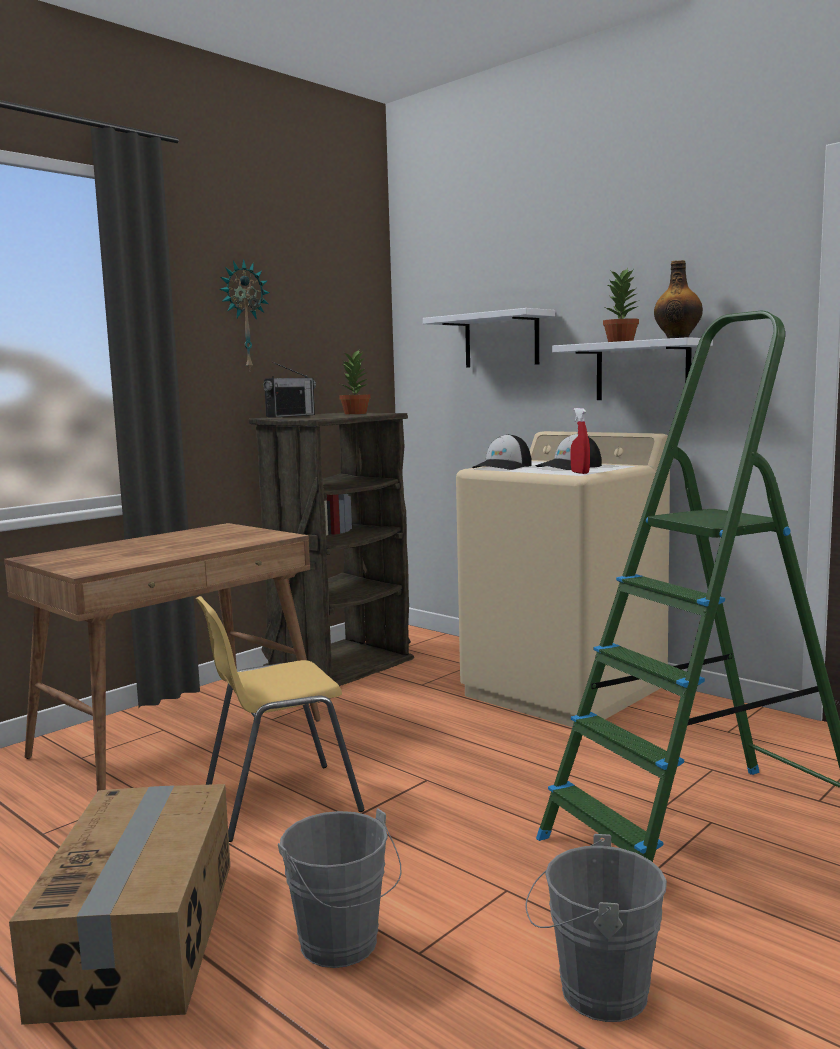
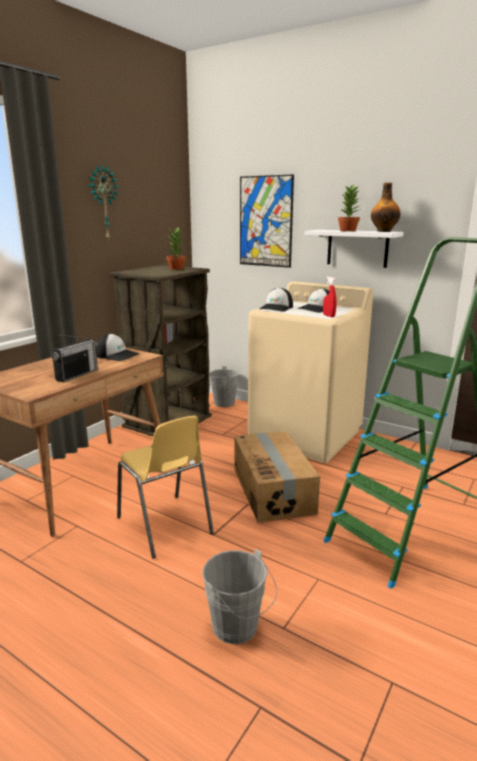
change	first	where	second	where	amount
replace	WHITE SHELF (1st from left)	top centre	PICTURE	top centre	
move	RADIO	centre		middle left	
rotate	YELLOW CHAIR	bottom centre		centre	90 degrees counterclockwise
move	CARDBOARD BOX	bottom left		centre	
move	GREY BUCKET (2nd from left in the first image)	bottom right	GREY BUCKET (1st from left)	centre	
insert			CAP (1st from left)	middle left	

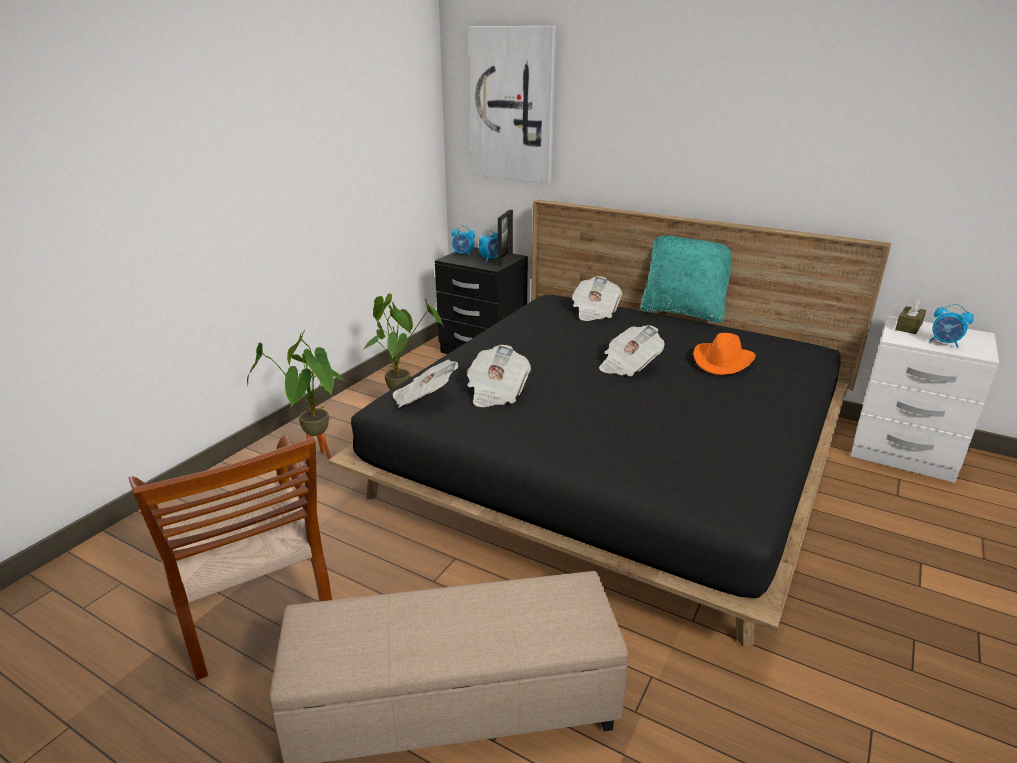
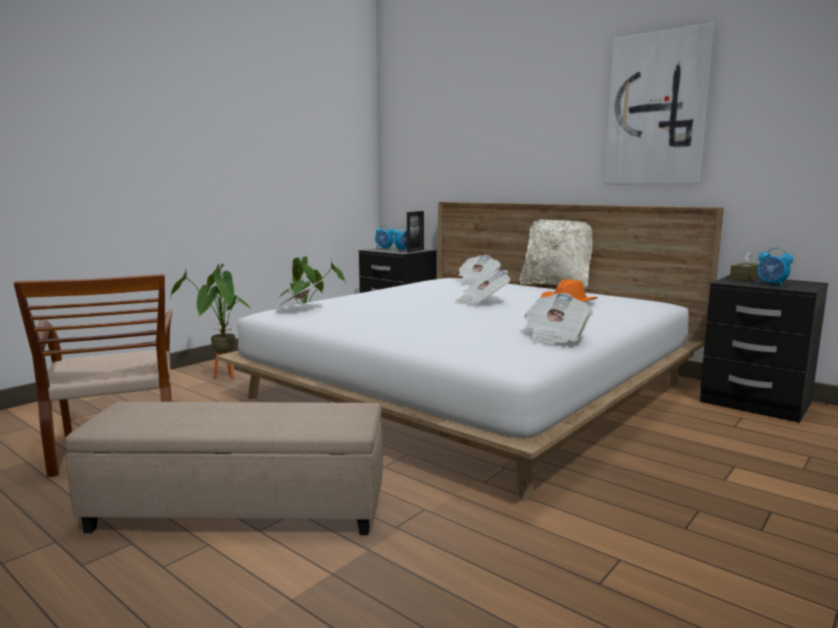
change	first	where	second	where	amount
move	PICTURE	top centre		top right	
recolor	BLACK BED	centre	WHITE BED	centre	
recolor	TURQUOISE PILLOW	middle right	BEIGE PILLOW	centre	
recolor	WHITE NIGHTSTAND	middle right	BLACK NIGHTSTAND (2nd from left)	middle right	
move	NEWSPAPER (2nd from left in the first image)	centre	NEWSPAPER (4th from left)	middle right	

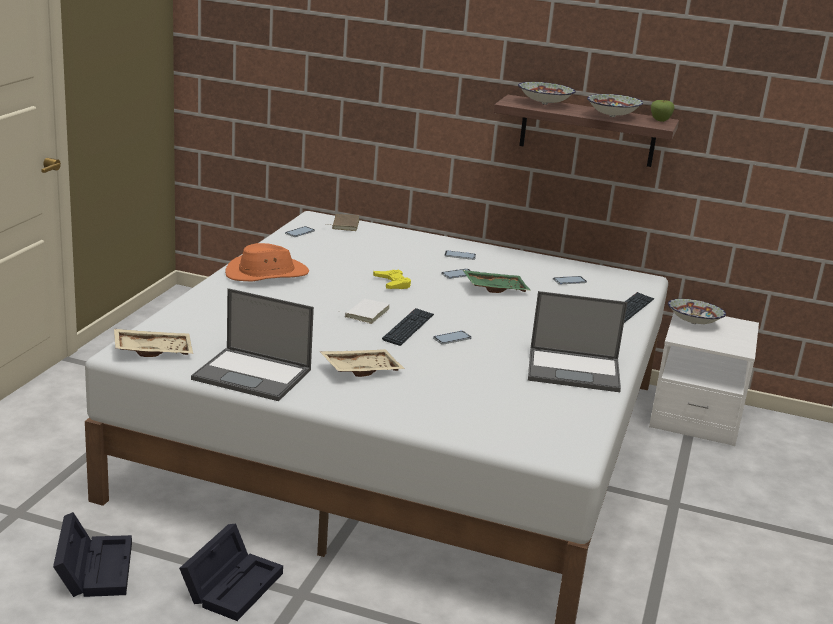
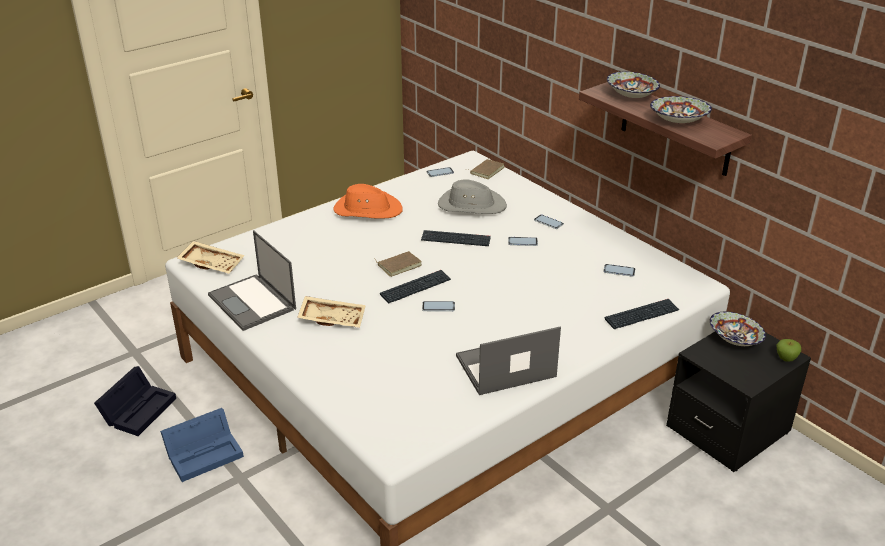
change	first	where	second	where	amount
move	APPLE	top right		middle right	
replace	YELLOW GAME CONTROLLER	centre	KEYBOARD (2nd from left)	centre	
delete	GREEN TRAY	centre			
rotate	LAPTOP (2nd from left)	middle right		centre	120 degrees clockwise
recolor	WHITE BOOK	centre	BROWN BOOK (1st from left)	centre	
recolor	WHITE NIGHTSTAND	middle right	BLACK NIGHTSTAND	bottom right	
recolor	BLACK STORAGE BOX (2nd from left)	bottom left	BLUE STORAGE BOX	bottom left	
insert			GREY HAT	centre	

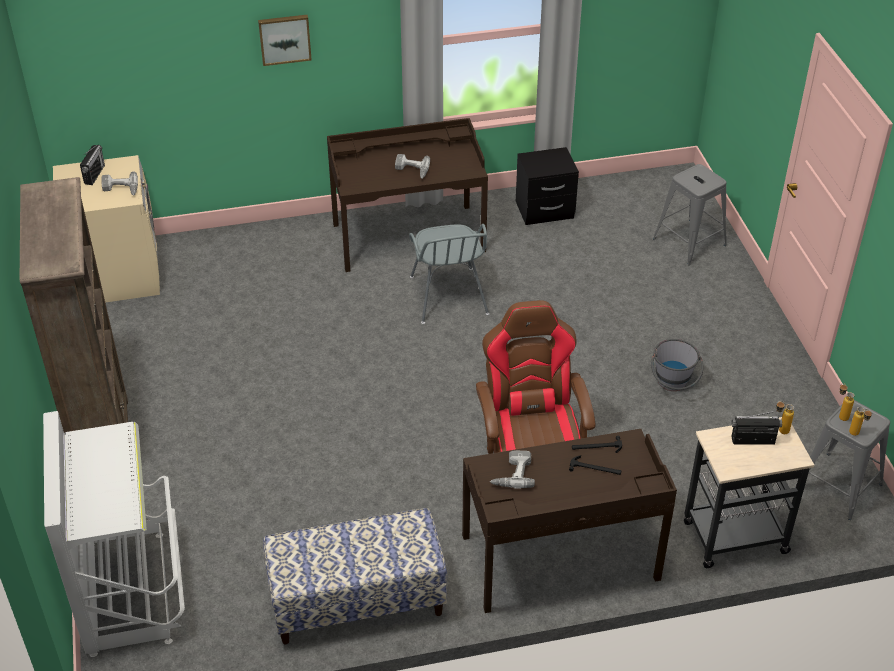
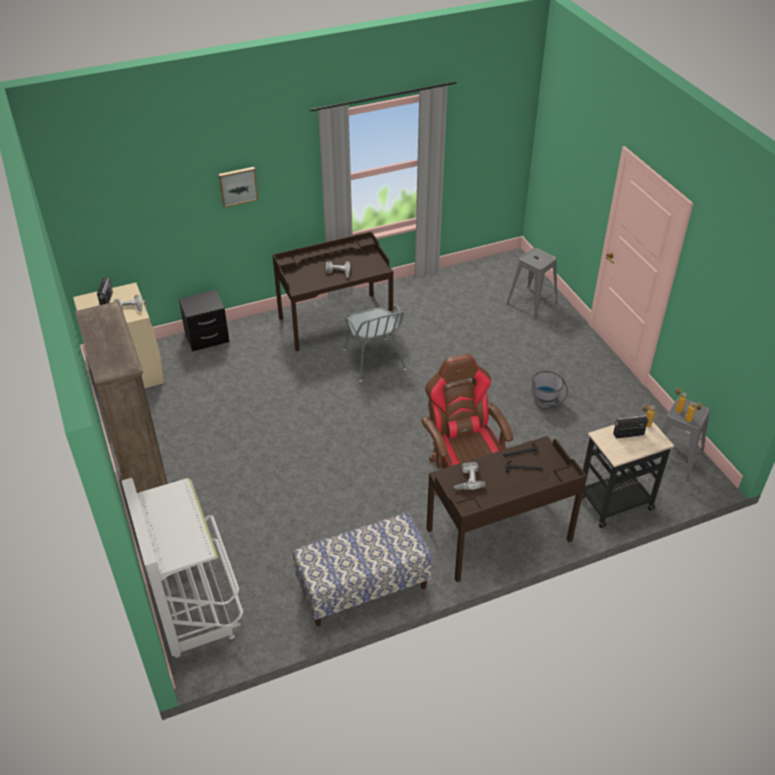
change	first	where	second	where	amount
move	BLACK NIGHTSTAND	top centre		middle left	

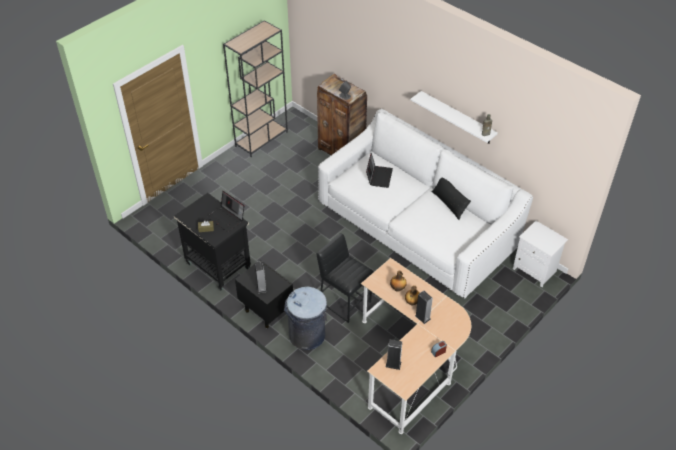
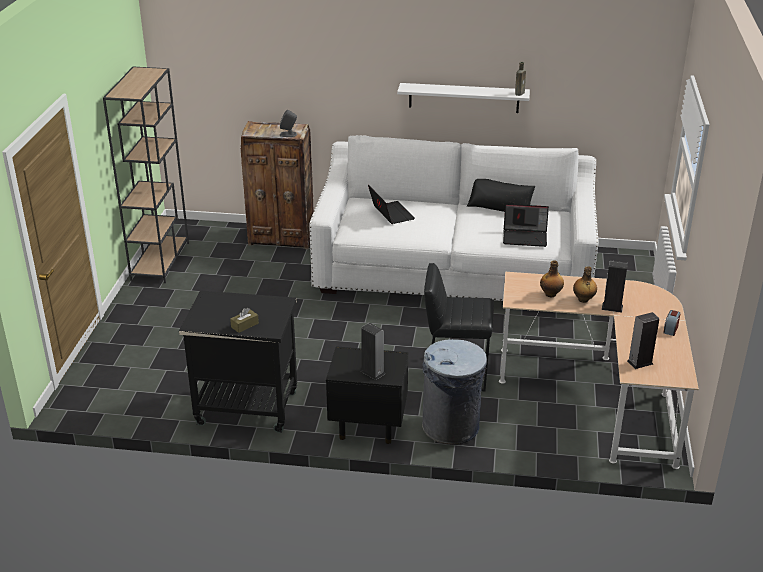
change	first	where	second	where	amount
move	LAPTOP (1st from left in the first image)	middle left	LAPTOP (2nd from left)	middle right	
delete	WHITE NIGHTSTAND	middle right			

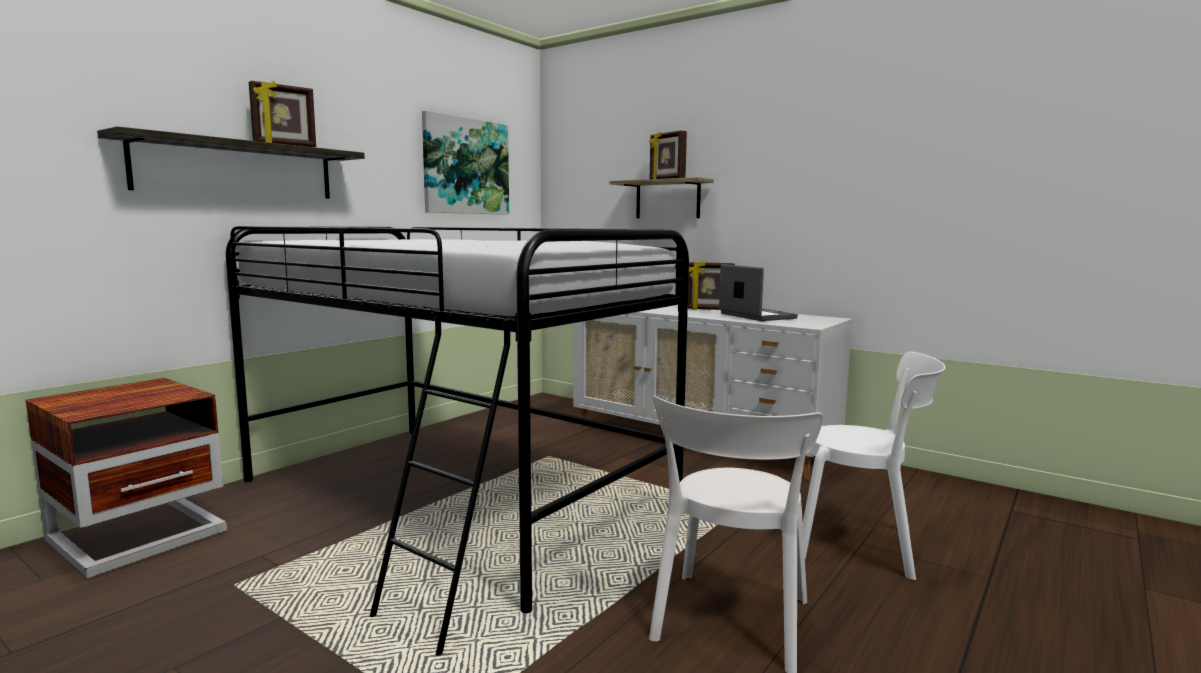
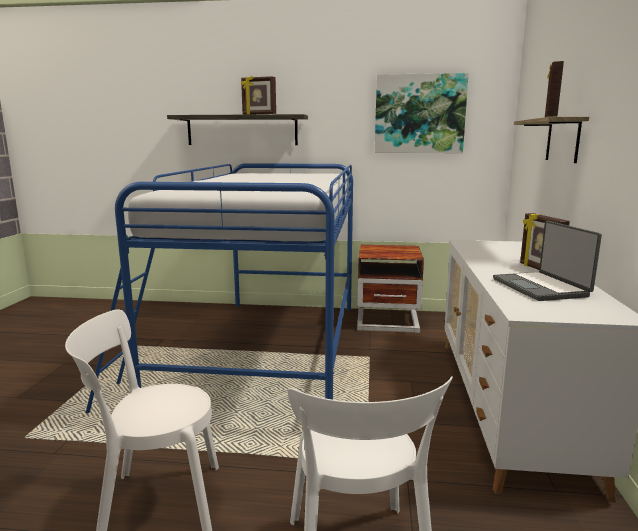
change	first	where	second	where	amount
recolor	BLACK BED	centre	BLUE BED	centre	
rotate	LAPTOP	centre		middle right	135 degrees clockwise
move	NIGHTSTAND	bottom left		centre	

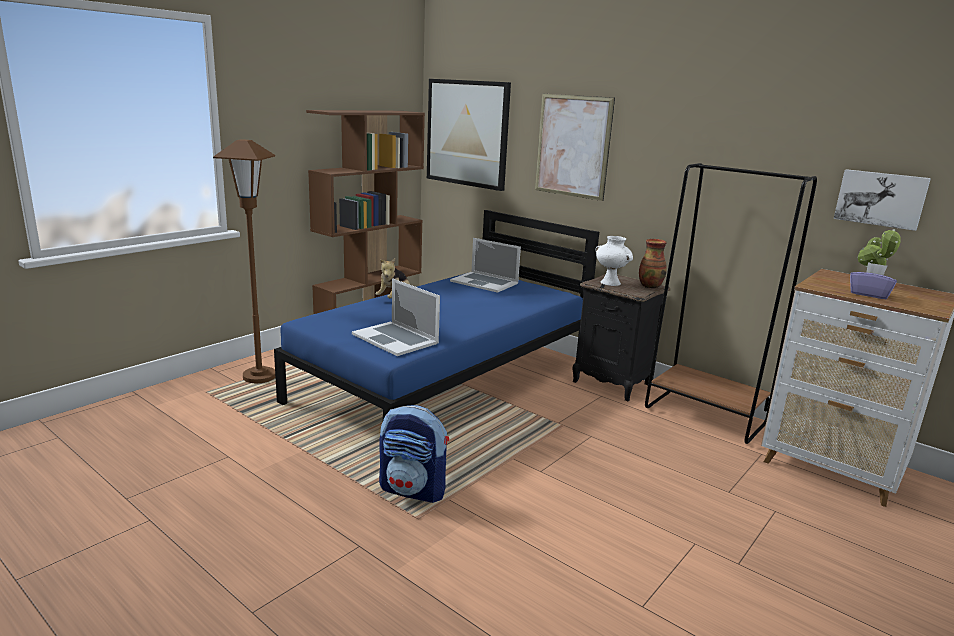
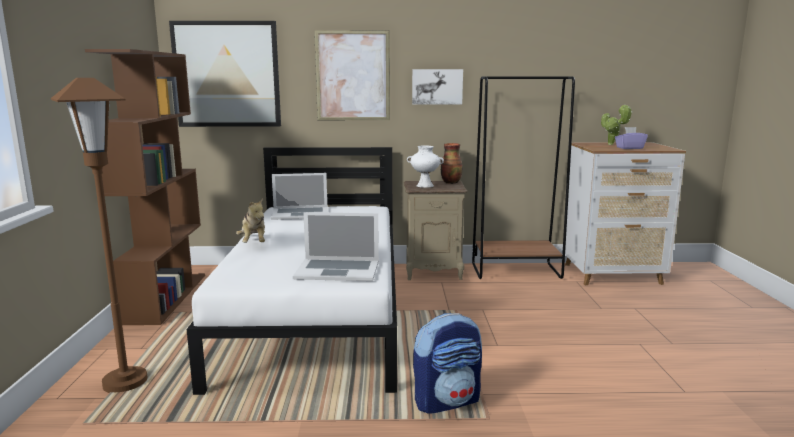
change	first	where	second	where	amount
move	PICTURE (3rd from left)	top right		top centre	
recolor	BLUE BED	centre	WHITE BED	centre	
recolor	BLACK NIGHTSTAND	centre	BEIGE NIGHTSTAND	centre	

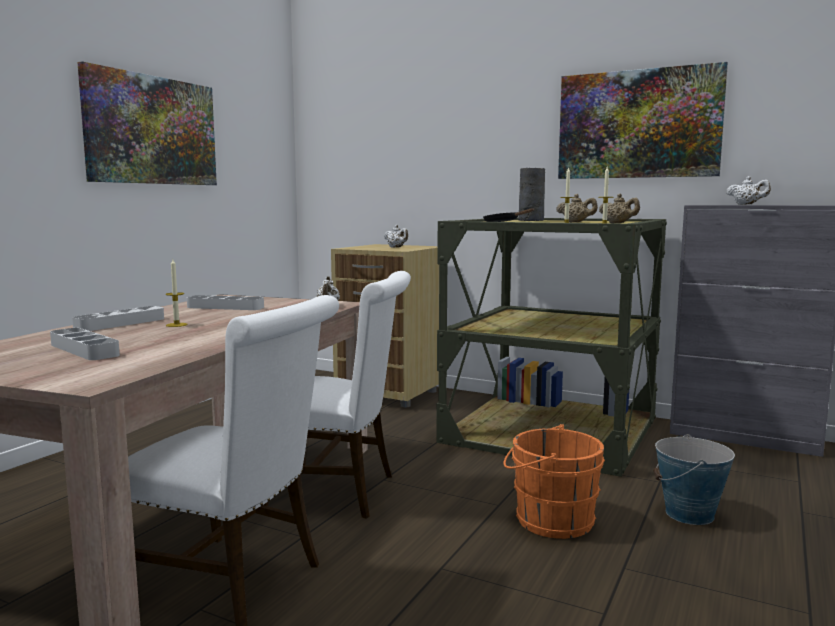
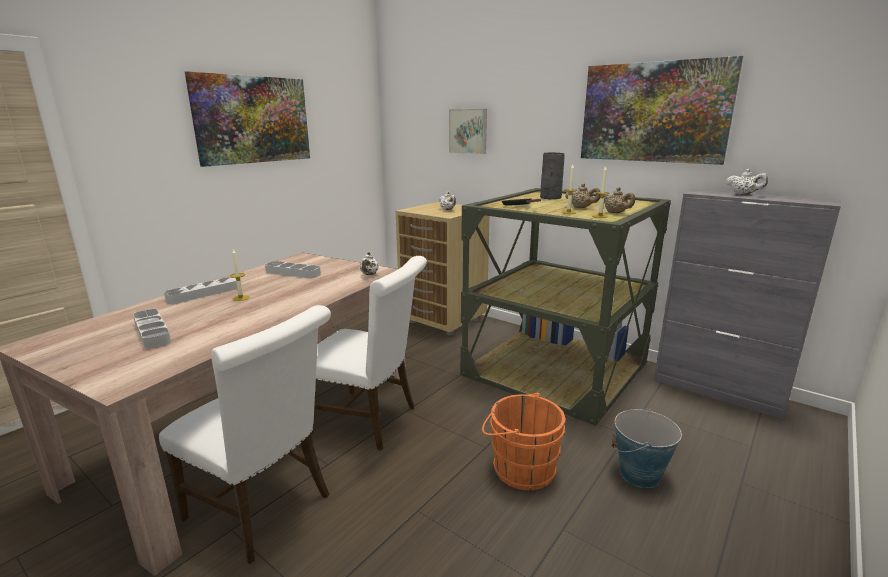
change	first	where	second	where	amount
insert			PICTURE (2nd from left)	top centre	

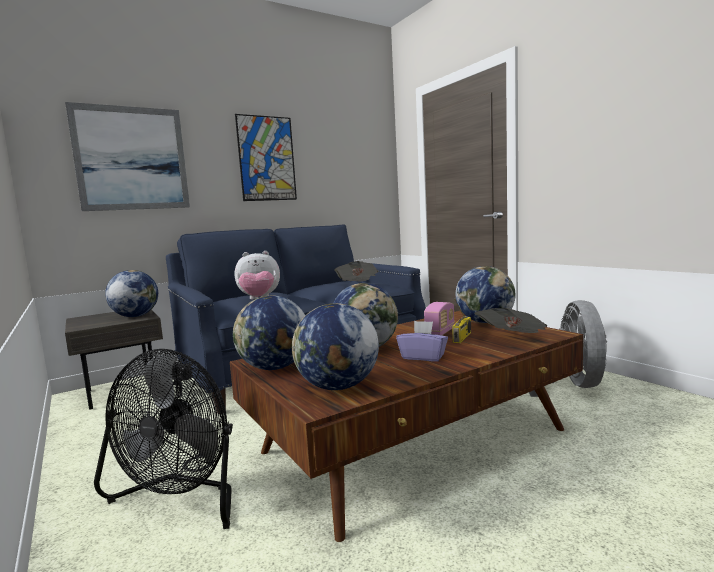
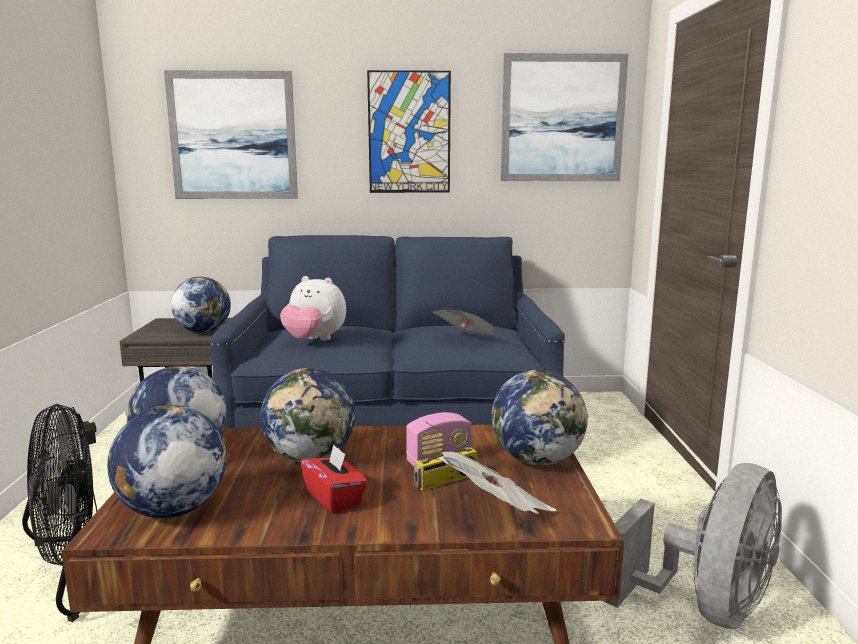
change	first	where	second	where	amount
recolor	PURPLE TISSUE BOX	centre	RED TISSUE BOX	bottom centre	
insert			PICTURE (3rd from left)	top centre	

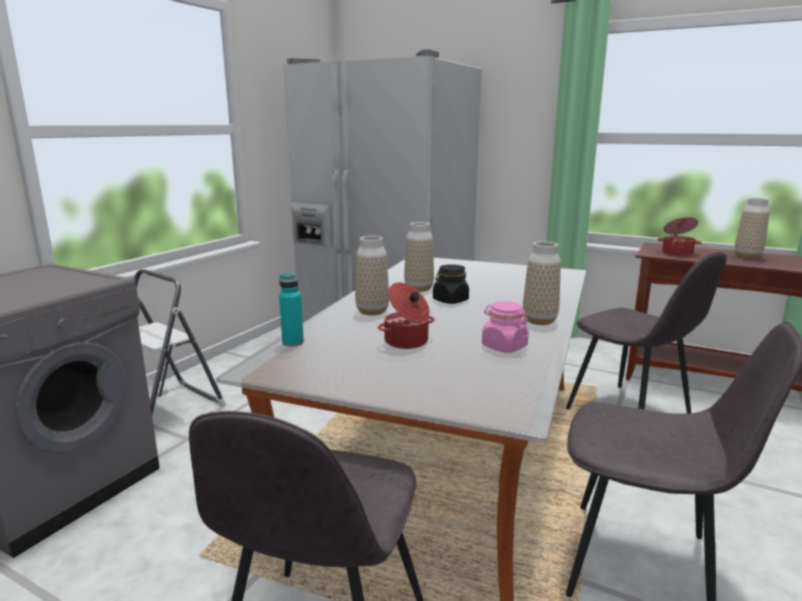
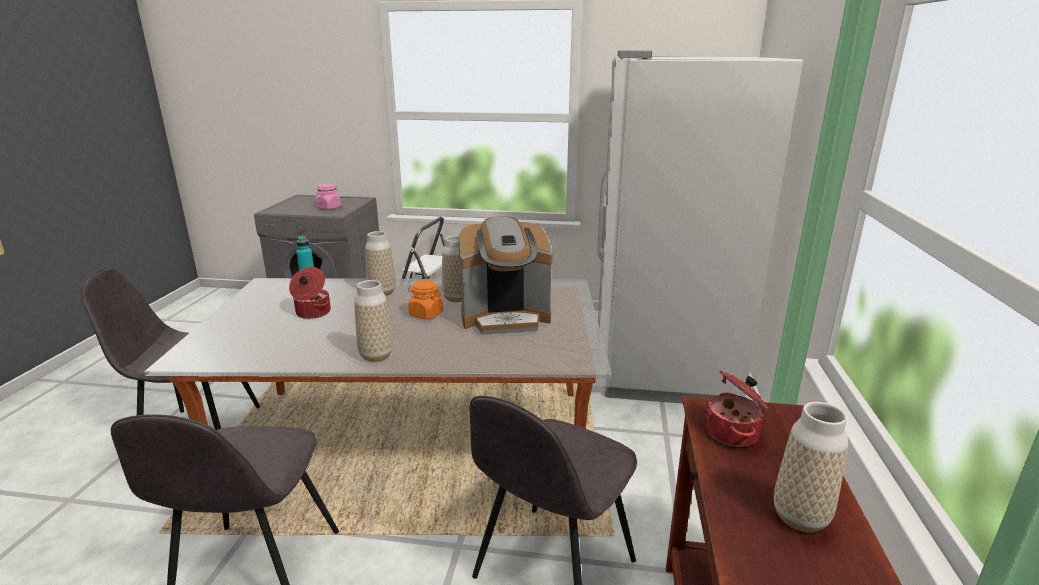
change	first	where	second	where	amount
recolor	BLACK JAR	centre	ORANGE JAR	centre	
move	PINK JAR	centre		middle left	
insert			COFFEE MACHINE	centre	

